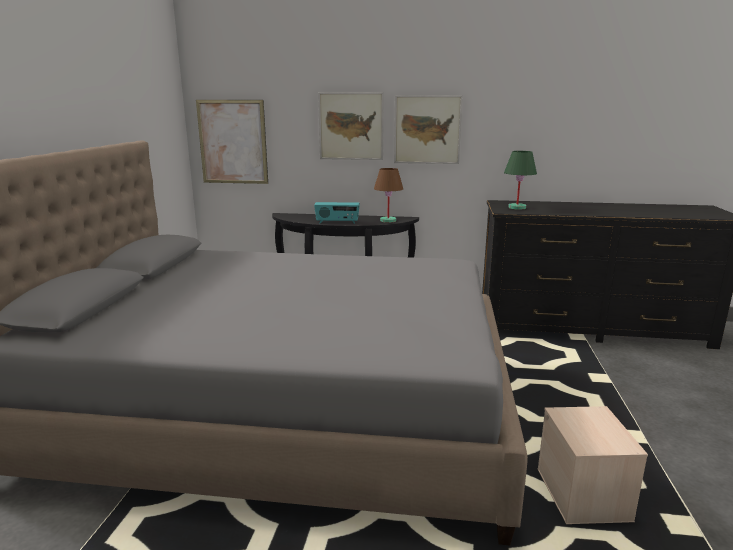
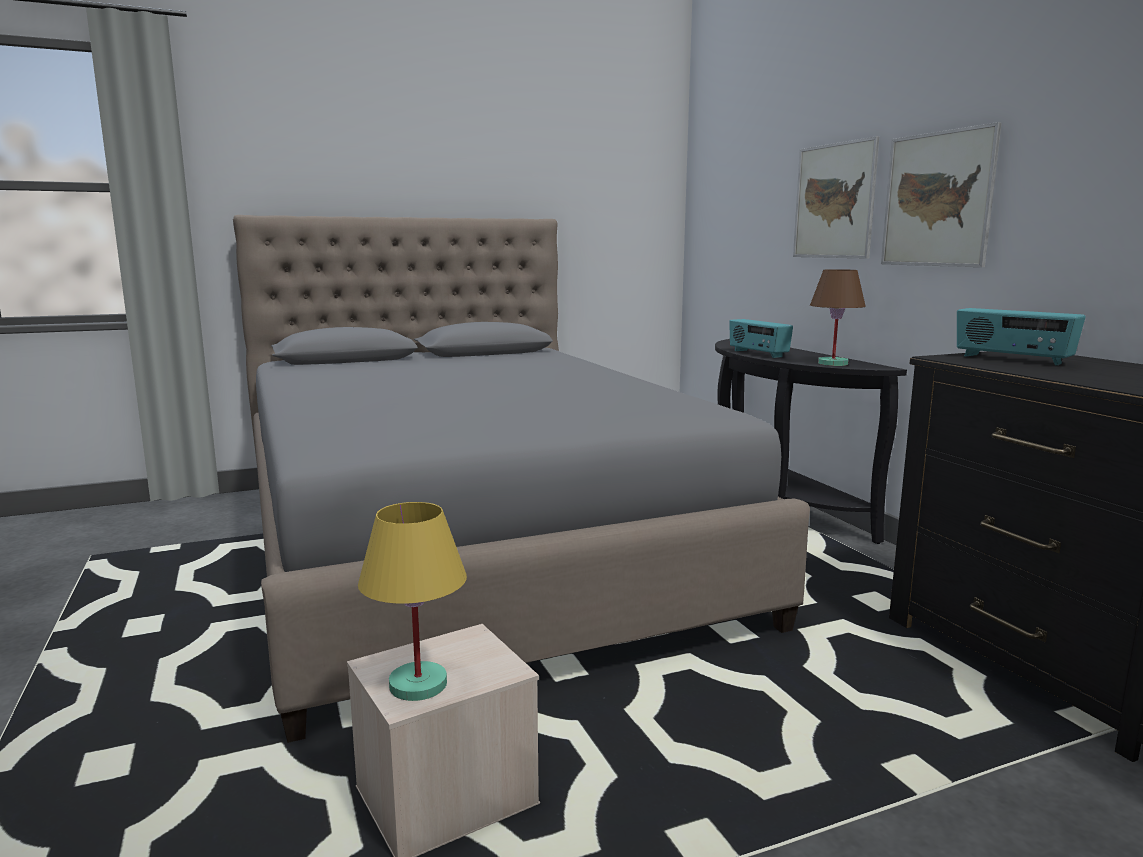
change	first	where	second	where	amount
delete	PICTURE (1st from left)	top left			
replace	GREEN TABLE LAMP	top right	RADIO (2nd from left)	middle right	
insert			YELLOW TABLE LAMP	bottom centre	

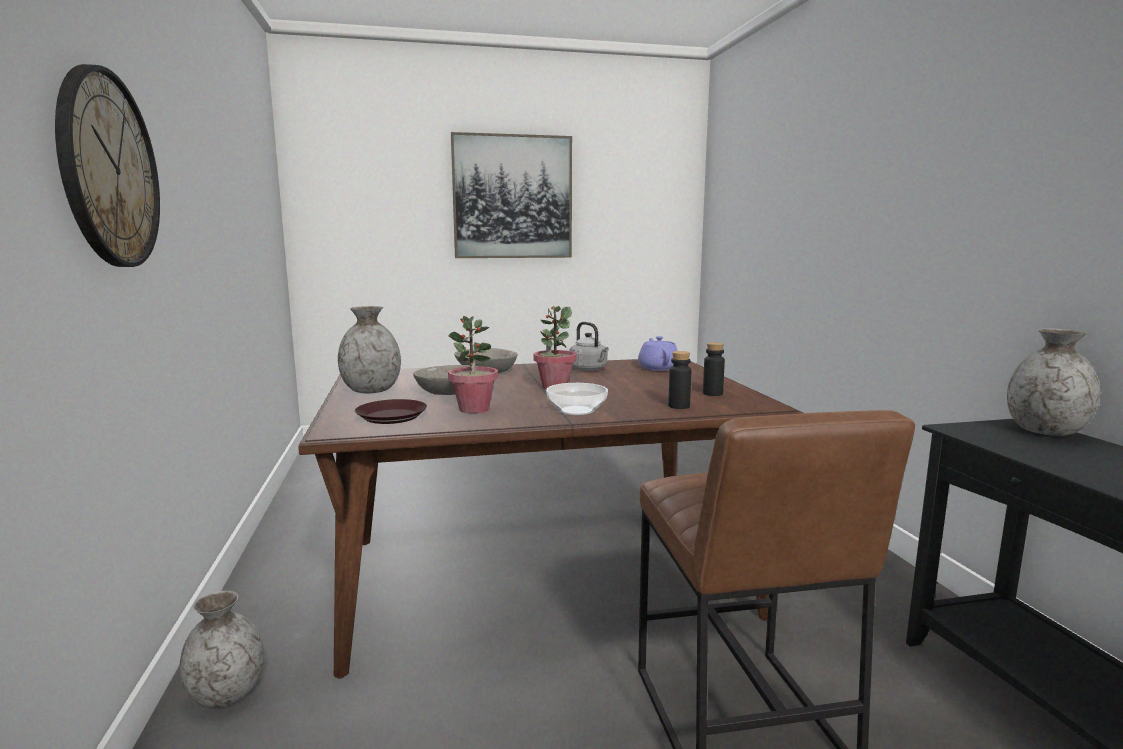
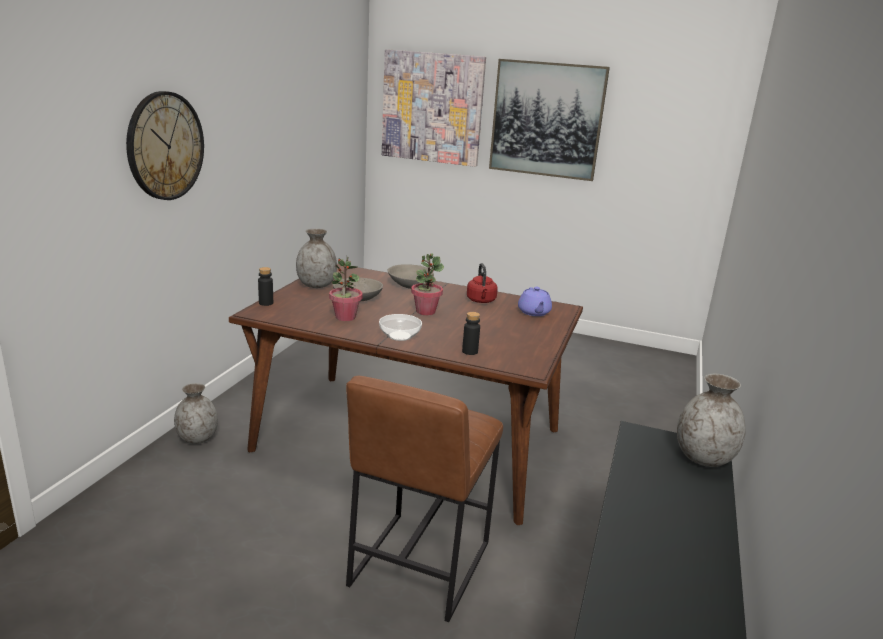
change	first	where	second	where	amount
recolor	GREY KETTLE	centre	RED KETTLE	centre	
rotate	PURPLE TEAPOT	centre		centre	150 degrees clockwise
move	BLACK BOTTLE (2nd from left in the first image)	centre	BLACK BOTTLE (1st from left)	middle left	
delete	BROWN PLATE	centre			
insert			PICTURE (1st from left)	top centre	

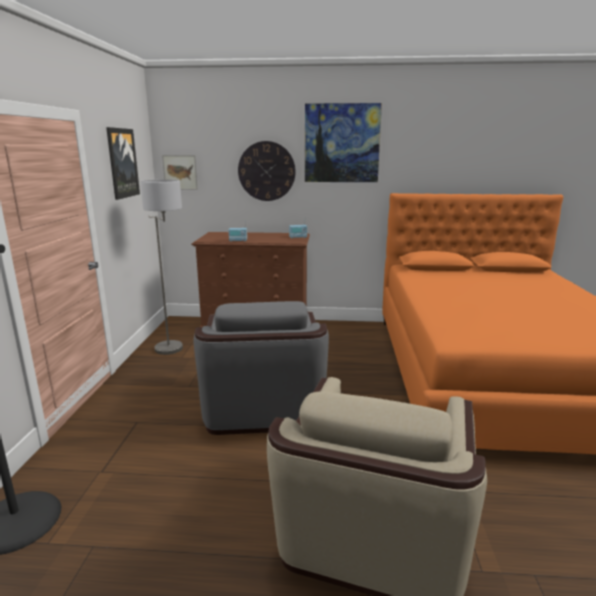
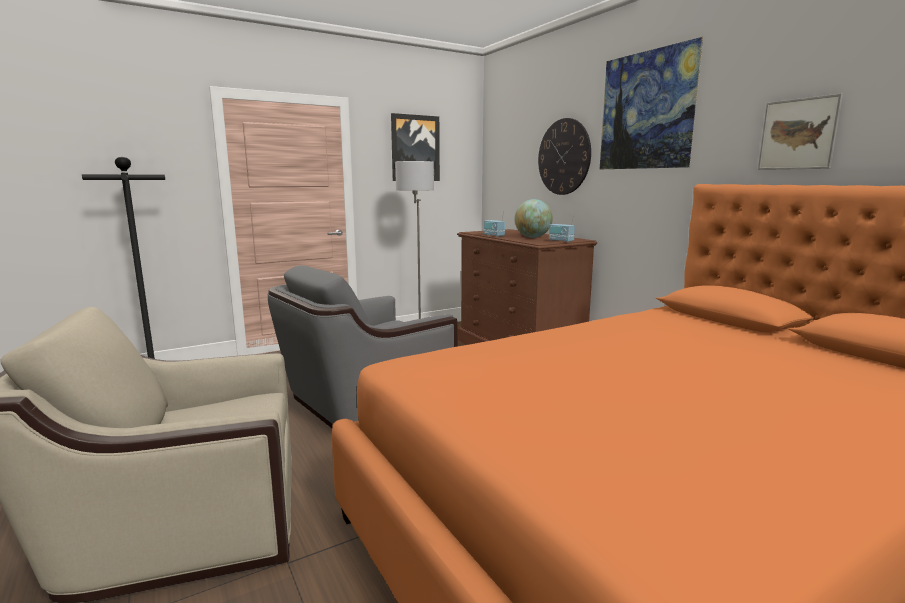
change	first	where	second	where	amount
move	PICTURE (2nd from left in the first image)	top left	PICTURE (3rd from left)	top right	
insert			GLOBE	centre	

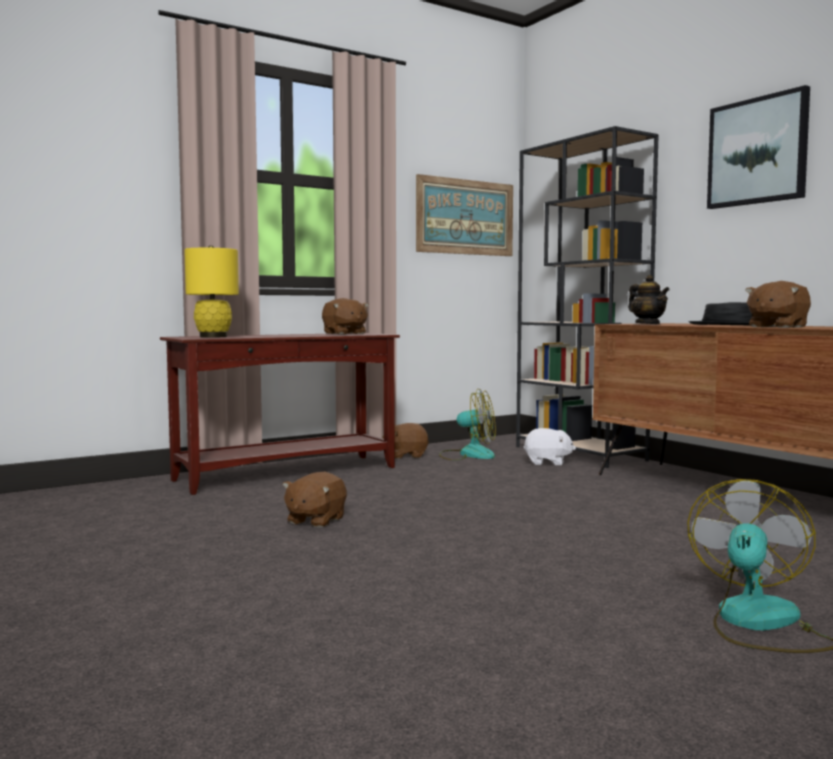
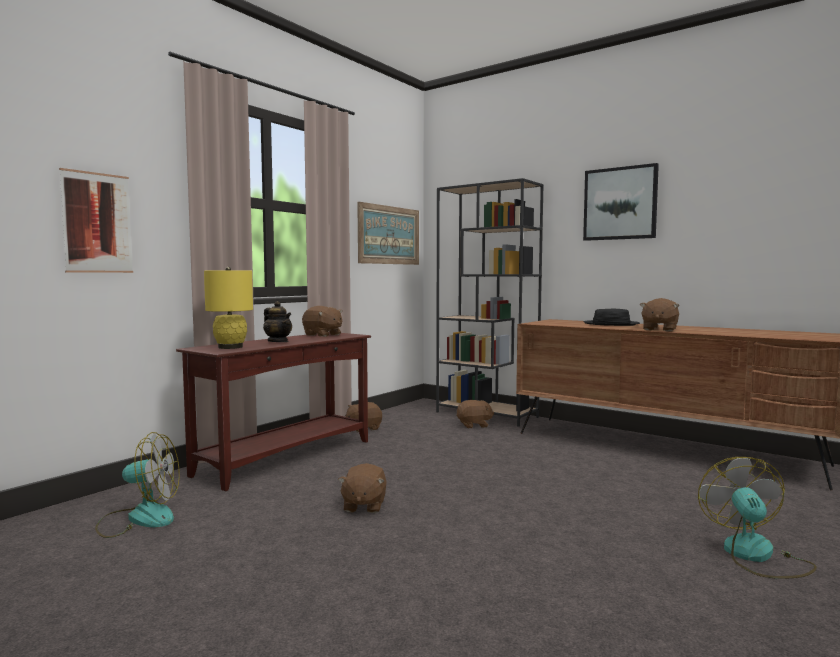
change	first	where	second	where	amount
move	TEAPOT	middle right		middle left	
move	FAN (1st from left)	centre		bottom left	
recolor	WHITE PLUSH TOY	centre	BROWN PLUSH TOY (4th from left)	centre	
insert			PICTURE (1st from left)	middle left	

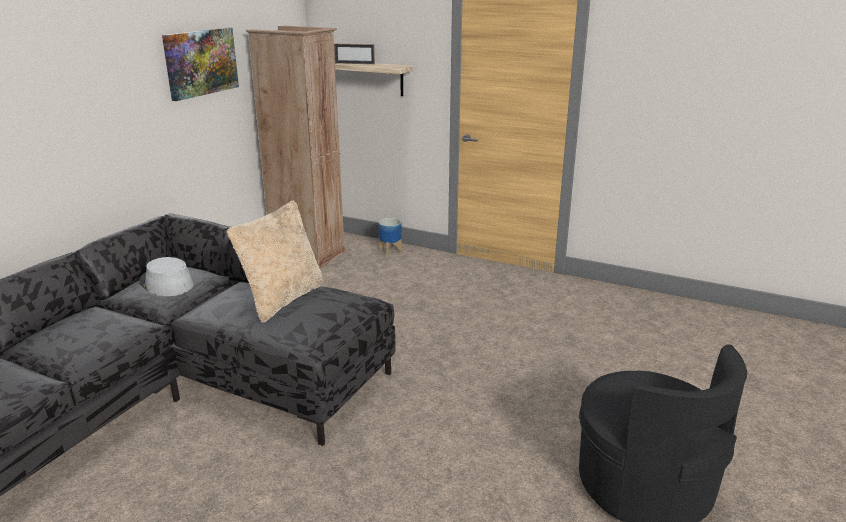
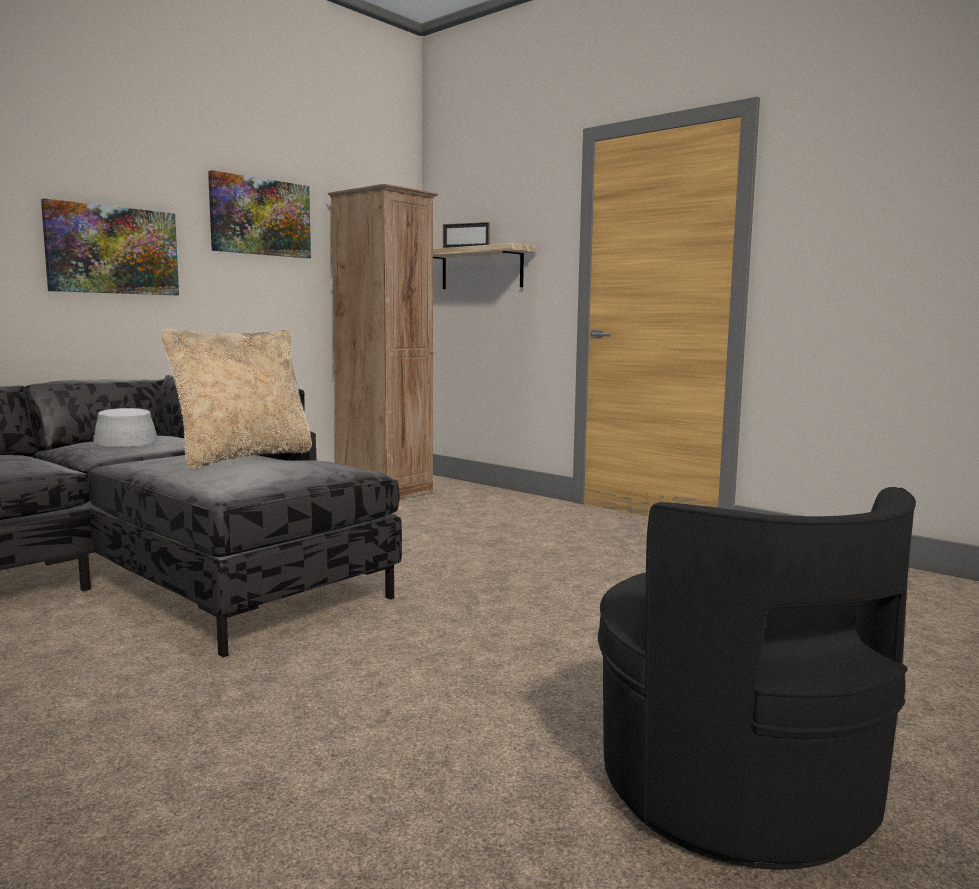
change	first	where	second	where	amount
delete	PLANTER	centre			
insert			PICTURE (1st from left)	top left	

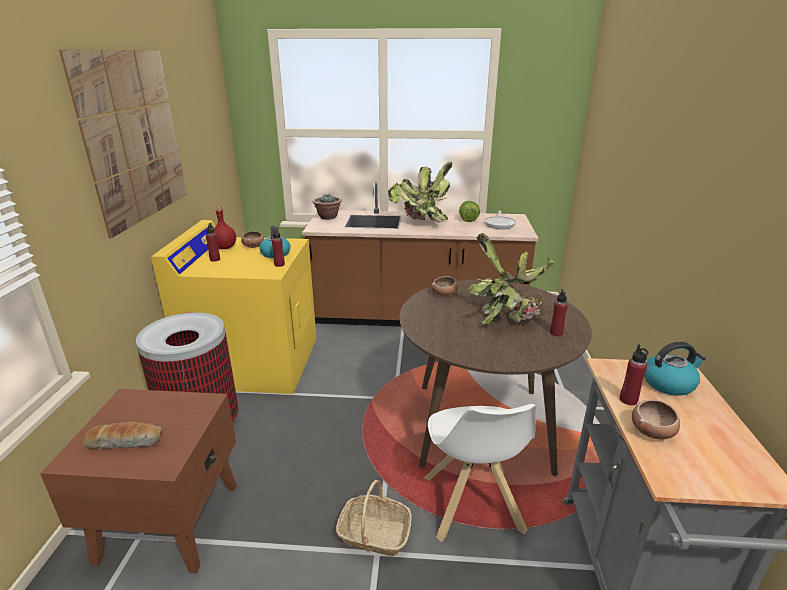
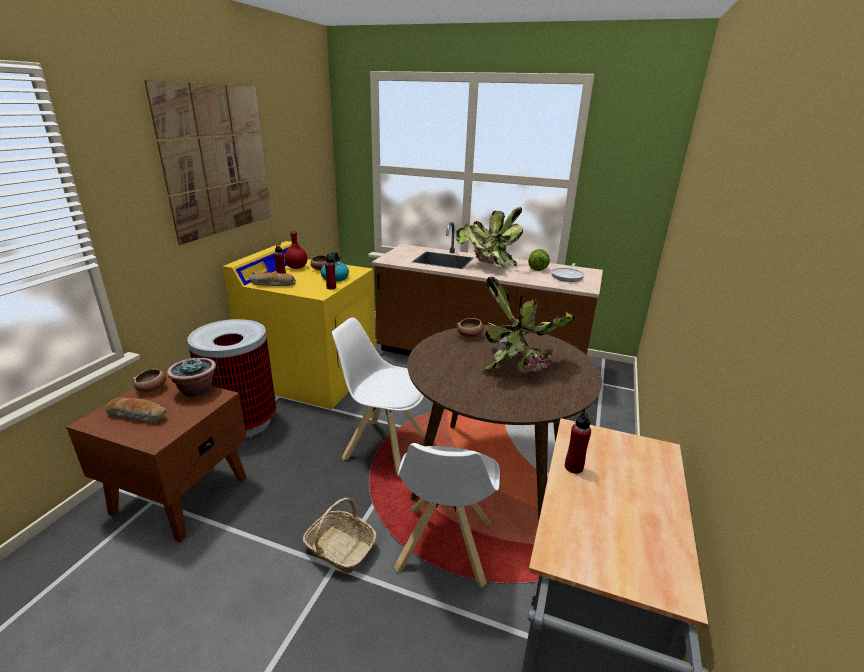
change	first	where	second	where	amount
move	POTTED PLANT (1st from left)	centre		middle left	
delete	RED BOTTLE (4th from left)	middle right			
delete	KETTLE (2nd from left)	middle right			
move	BOWL (3rd from left in the first image)	bottom right	BOWL (1st from left)	middle left	
insert			BREAD (2nd from left)	middle left	
insert			WHITE CHAIR (1st from left)	centre	

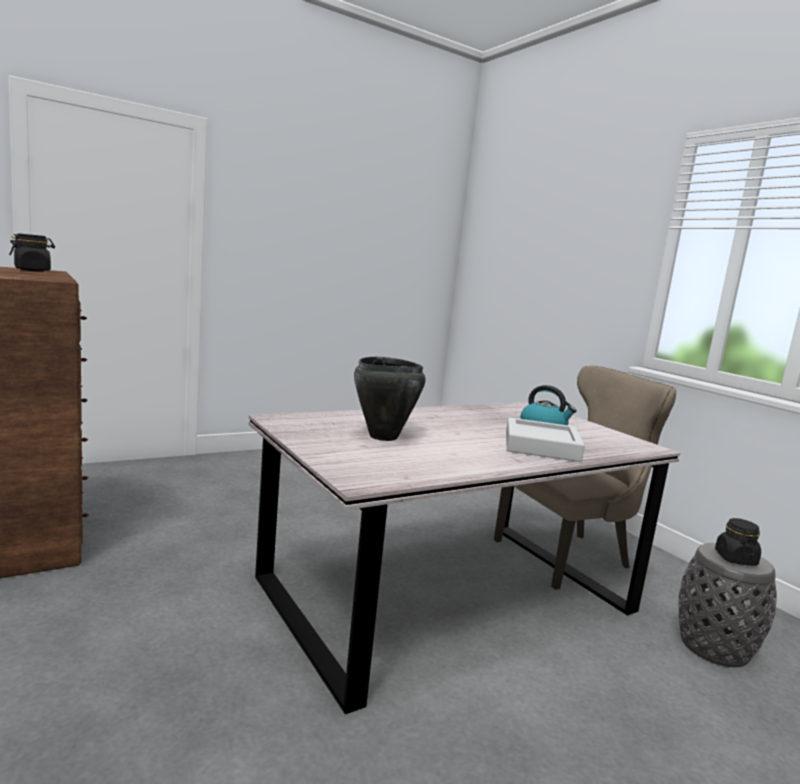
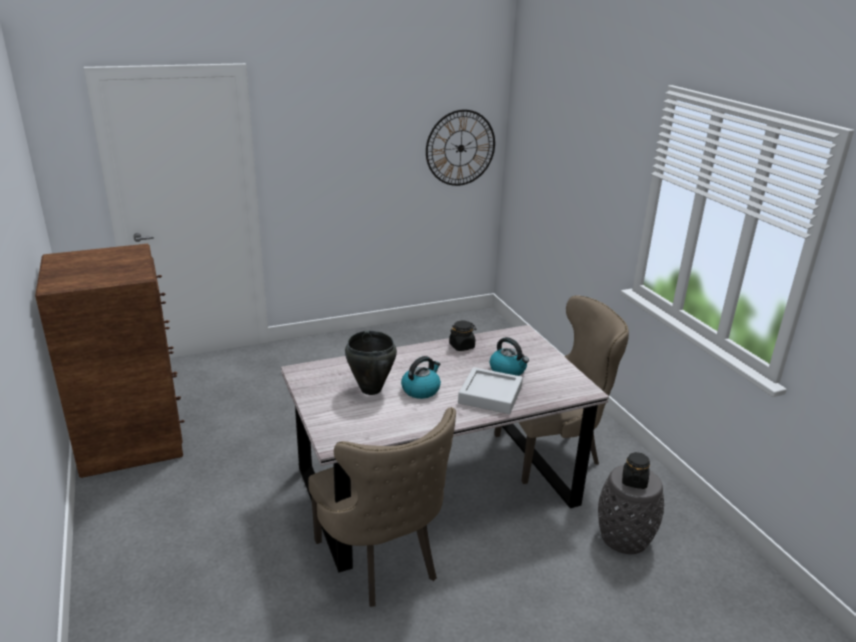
change	first	where	second	where	amount
move	BLACK JAR (1st from left)	top left		centre	
insert			WALL CLOCK	top centre	
insert			KETTLE (1st from left)	centre	
insert			BEIGE CHAIR (1st from left)	bottom centre	

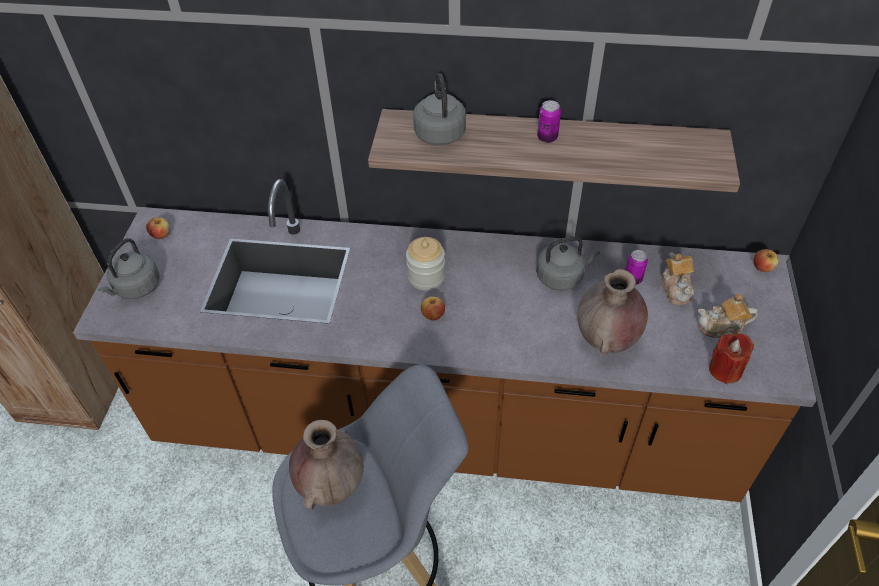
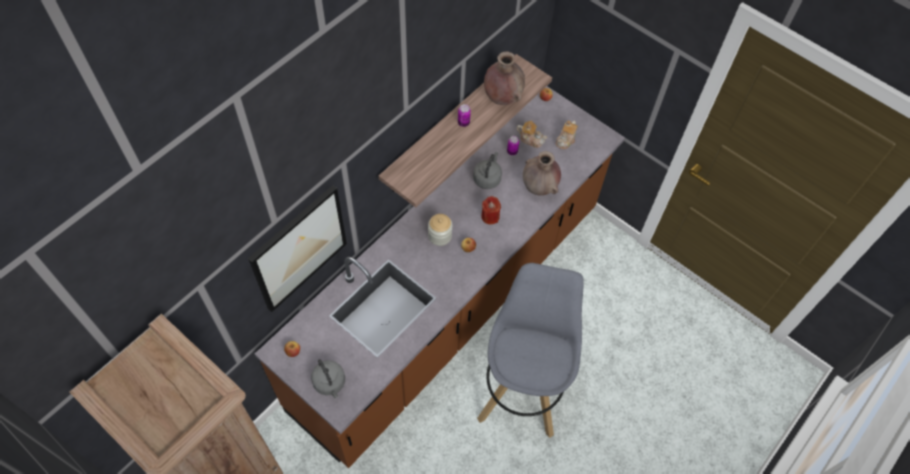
change	first	where	second	where	amount
delete	GREY KETTLE (2nd from left)	top centre			
move	RED CANDLE	middle right		centre	
move	BROWN VASE (1st from left)	bottom centre		top centre	
insert			PICTURE	middle left	

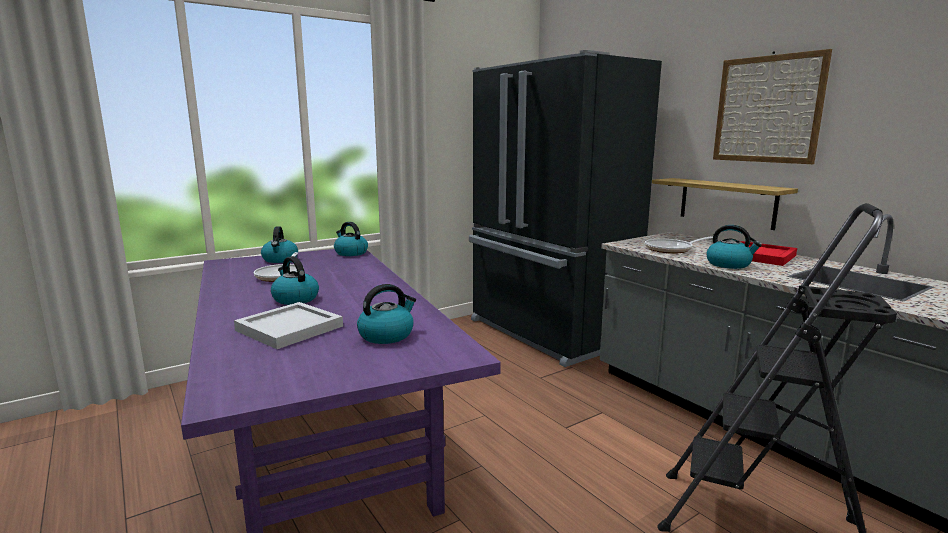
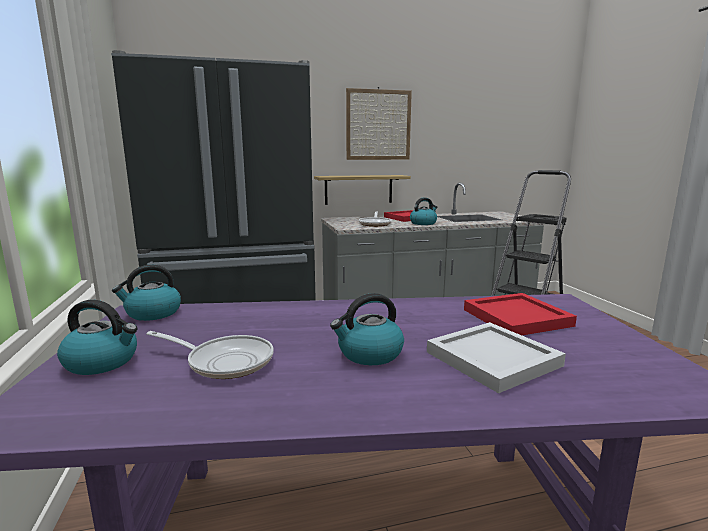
change	first	where	second	where	amount
replace	KETTLE (4th from left)	centre	RED TRAY (2nd from left)	middle right	

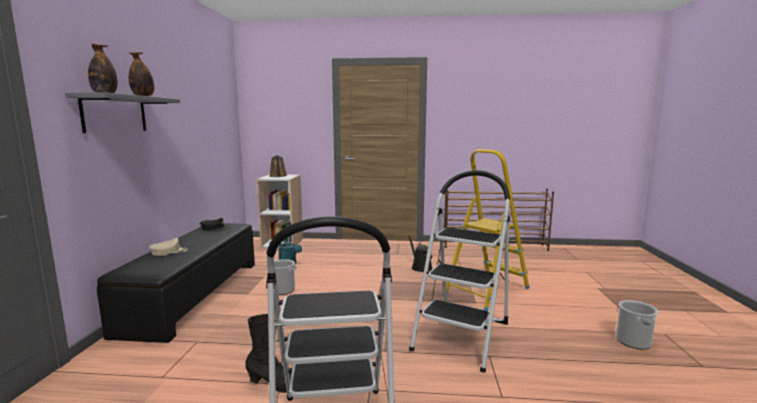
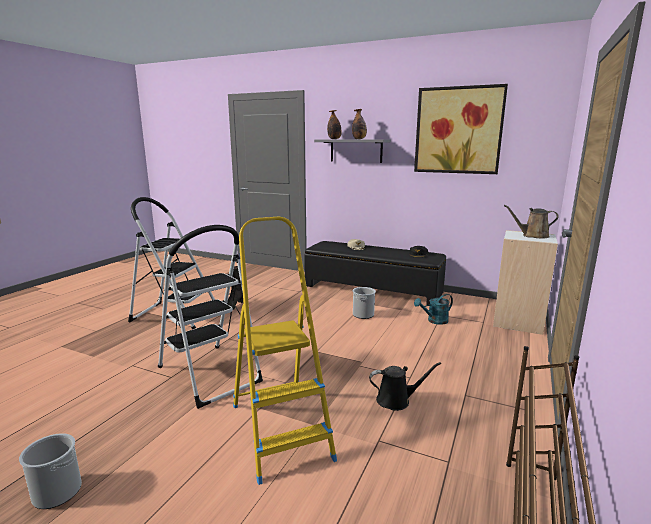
change	first	where	second	where	amount
insert			PICTURE	top right	

